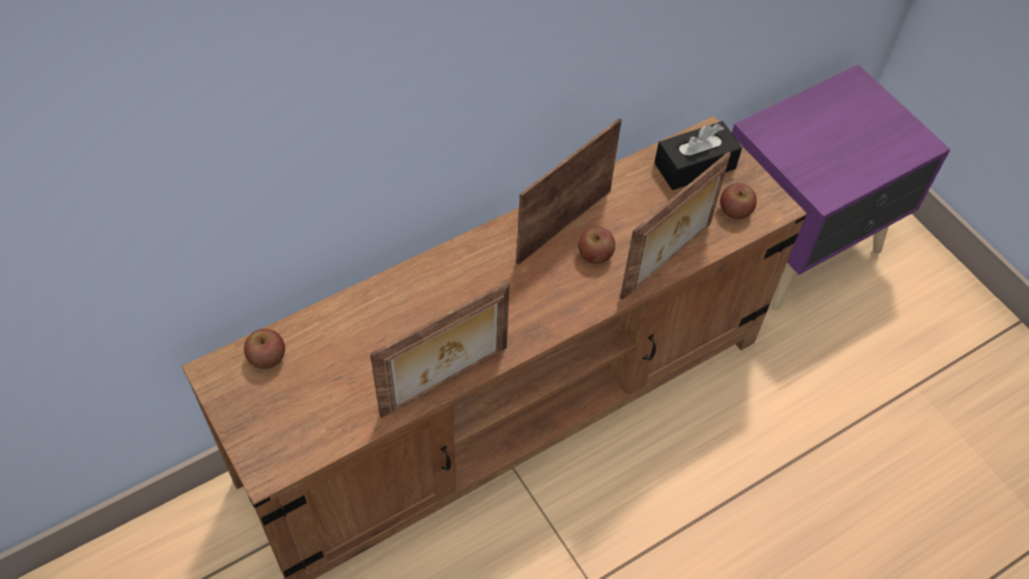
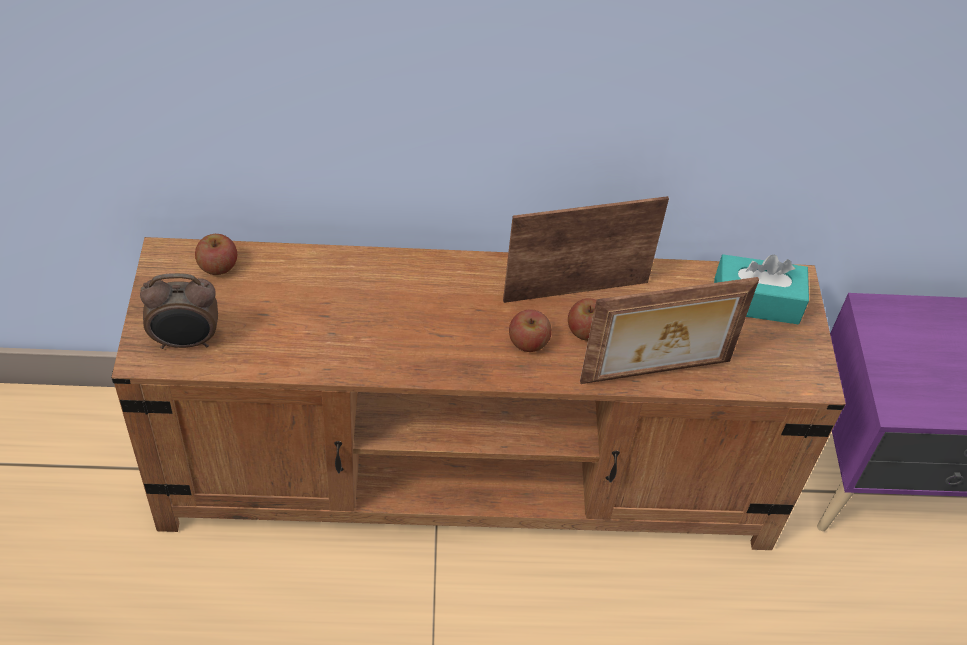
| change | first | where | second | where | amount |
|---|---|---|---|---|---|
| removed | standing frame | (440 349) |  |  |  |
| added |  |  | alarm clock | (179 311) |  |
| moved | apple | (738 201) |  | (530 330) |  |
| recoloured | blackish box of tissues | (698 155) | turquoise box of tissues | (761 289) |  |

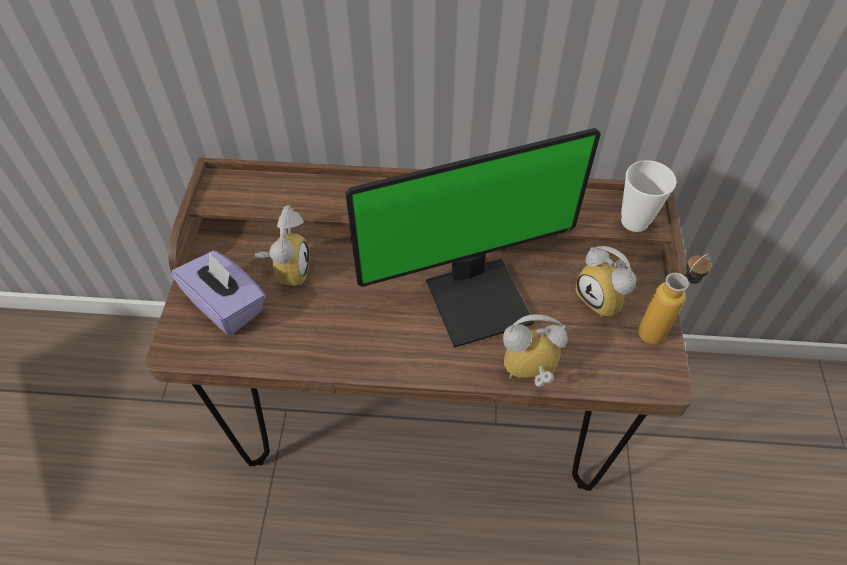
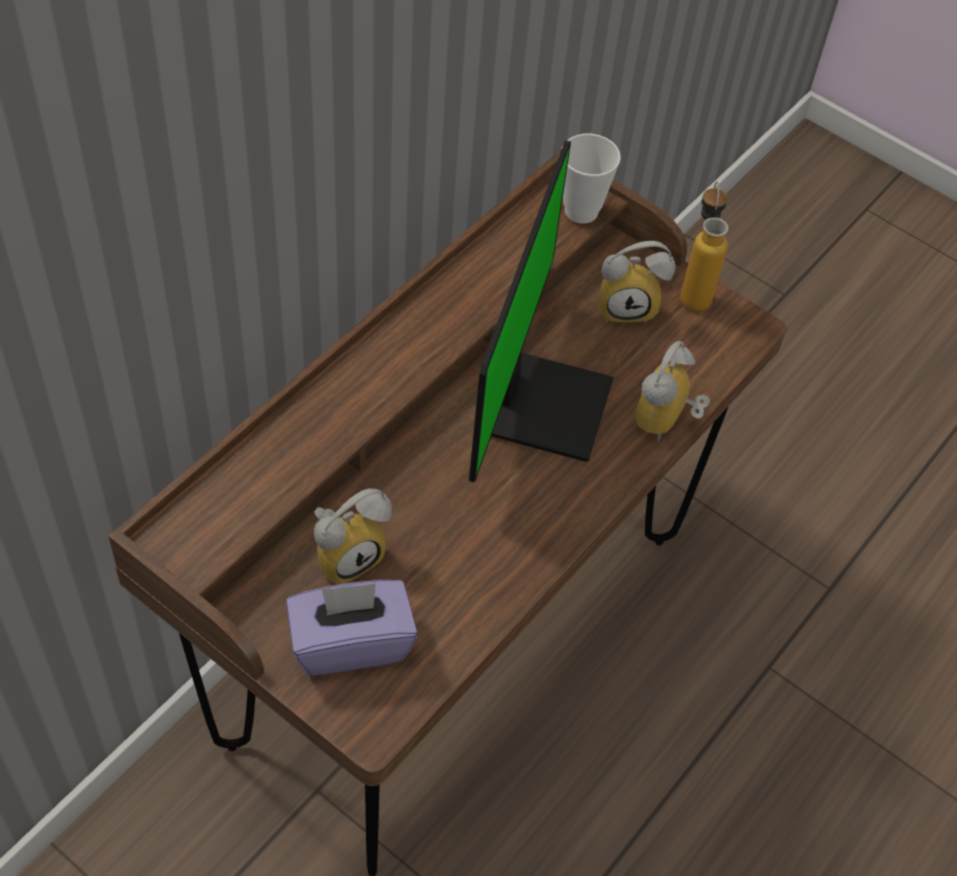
| change | first | where | second | where | amount |
|---|---|---|---|---|---|
| turned | alarm clock | (282 245) |  | (353 536) | 105 degrees clockwise |

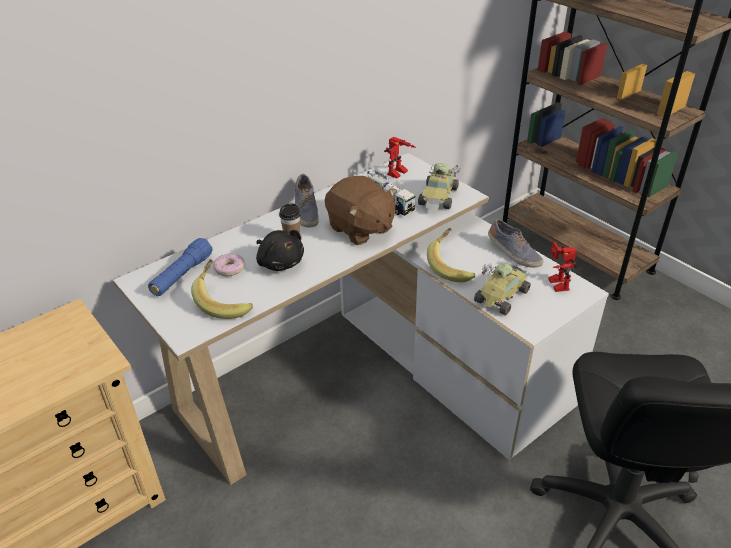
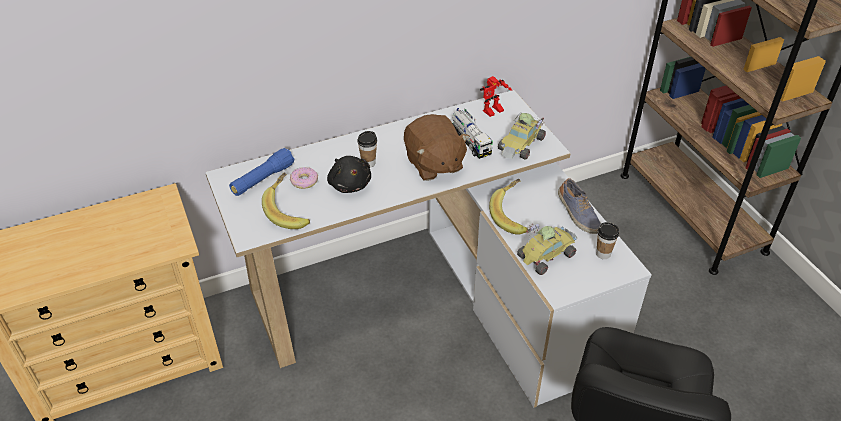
| change | first | where | second | where | amount |
|---|---|---|---|---|---|
| removed | low shoe | (306 201) |  |  |  |
| replaced | toy robot | (562 267) | drinking cup | (607 240) |  |

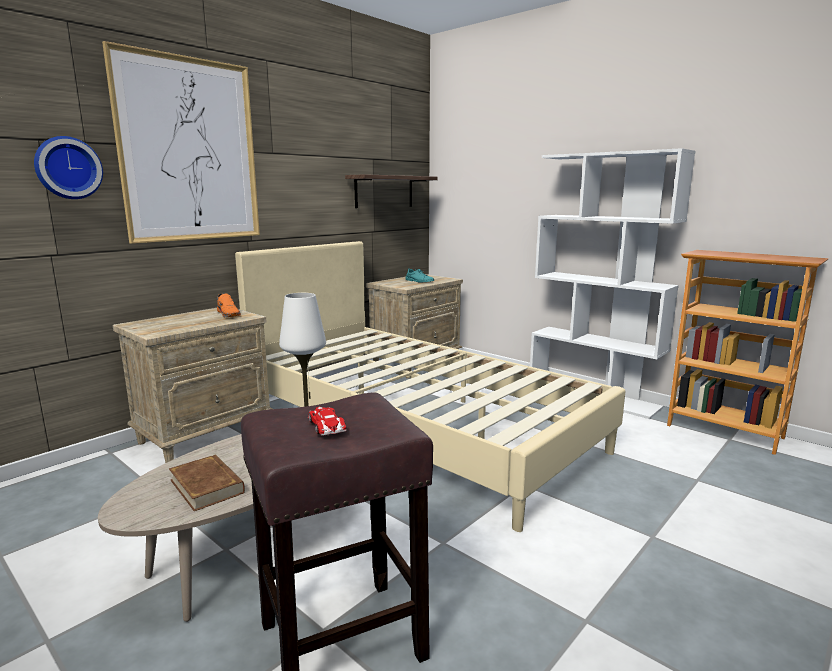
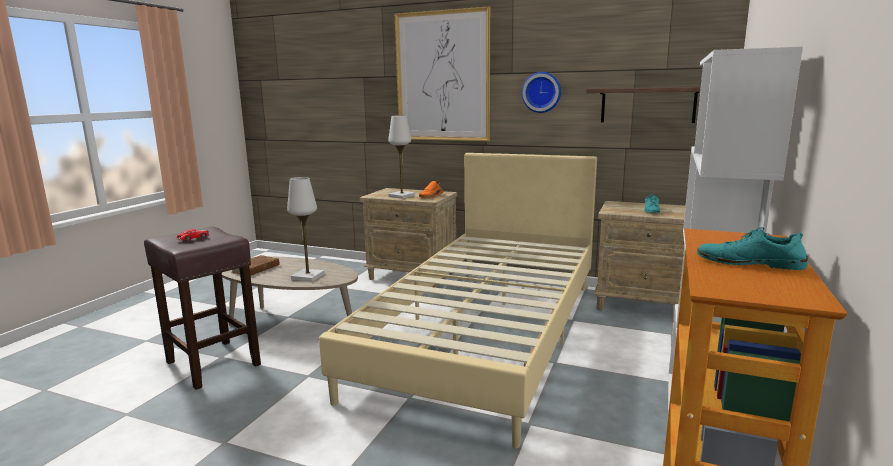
| change | first | where | second | where | amount |
|---|---|---|---|---|---|
| added |  |  | white-coloured tabletop lamp | (401 157) |  |
| added |  |  | turquoise low shoe | (752 248) |  |
| moved | clock on the wall | (68 167) |  | (541 92) |  |

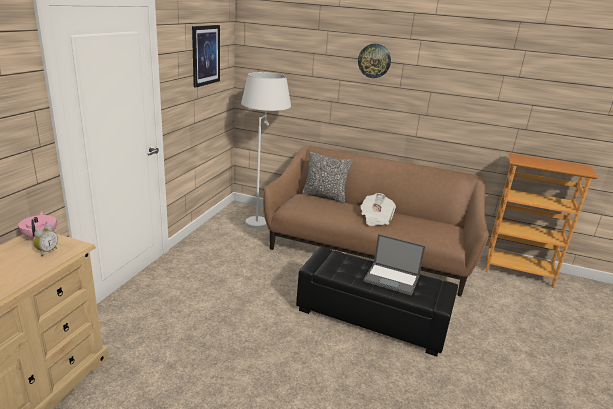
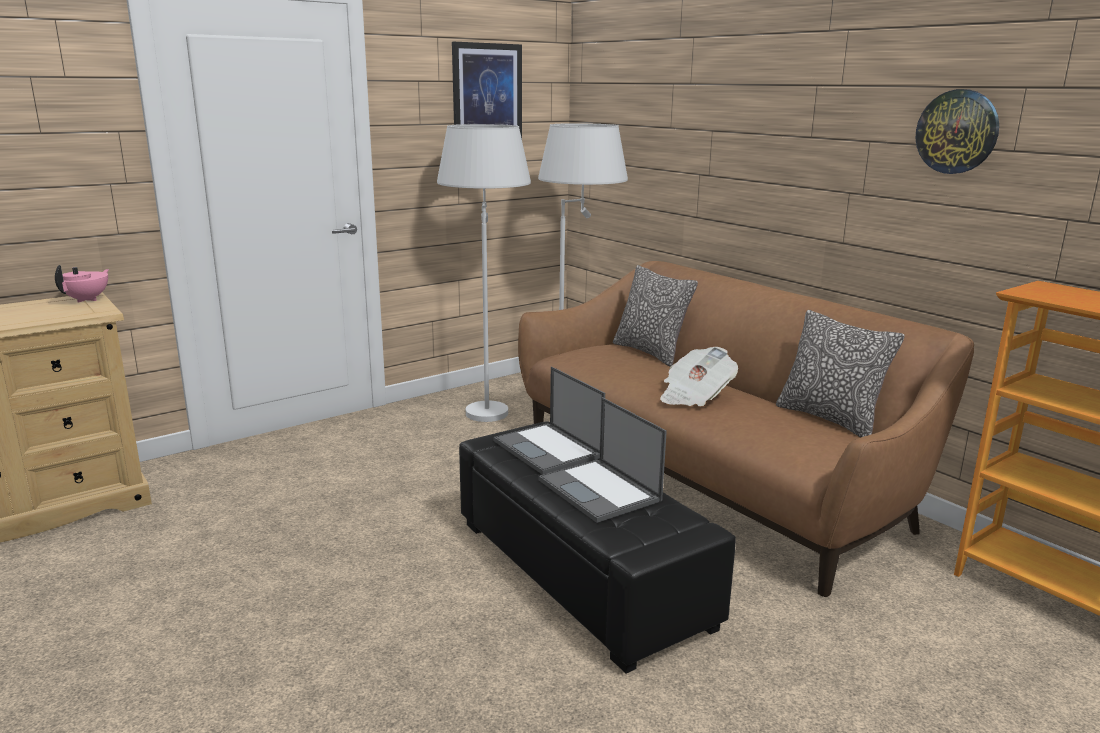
| change | first | where | second | where | amount |
|---|---|---|---|---|---|
| removed | alarm clock | (45 240) |  |  |  |
| added |  |  | white-coloured standing lamp | (484 273) |  |
| added |  |  | portable computer | (549 421) |  |
| added |  |  | throw pillow | (840 373) |  |
| moved | clock on the wall | (374 61) |  | (957 131) |  |

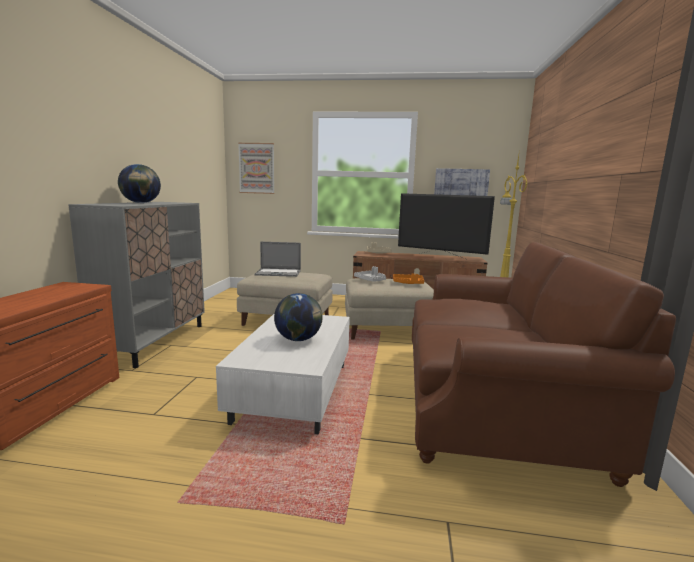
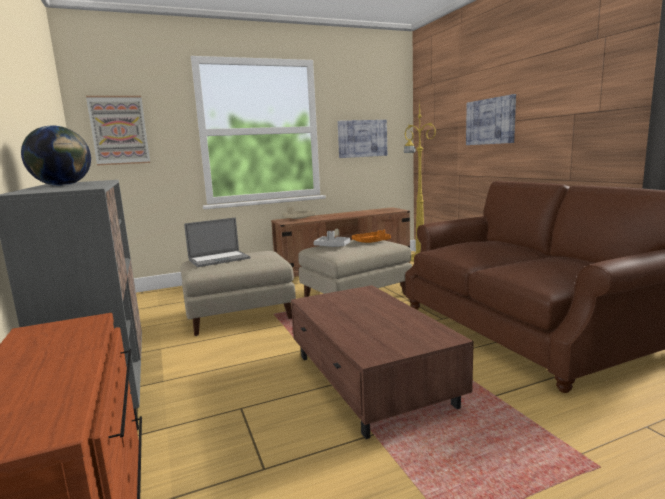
| change | first | where | second | where | amount |
|---|---|---|---|---|---|
| removed | world globe | (298 317) |  |  |  |
| removed | television | (446 226) |  |  |  |
| added |  |  | wall picture | (491 119) |  |
| recoloured | white-coloured lounge table | (283 374) | brown-coloured lounge table | (382 362) |  |

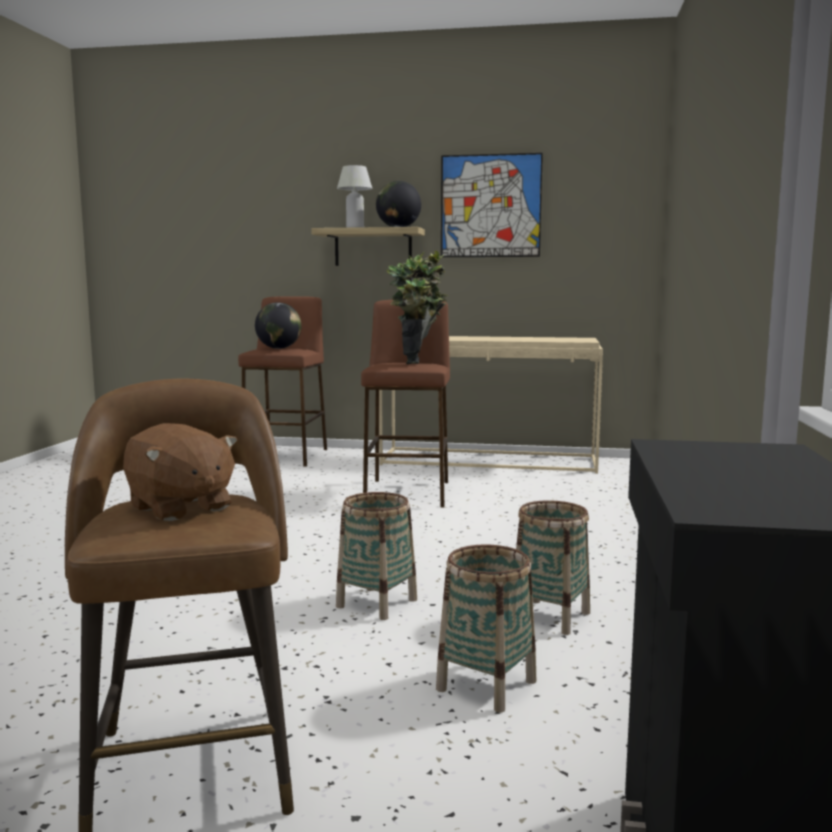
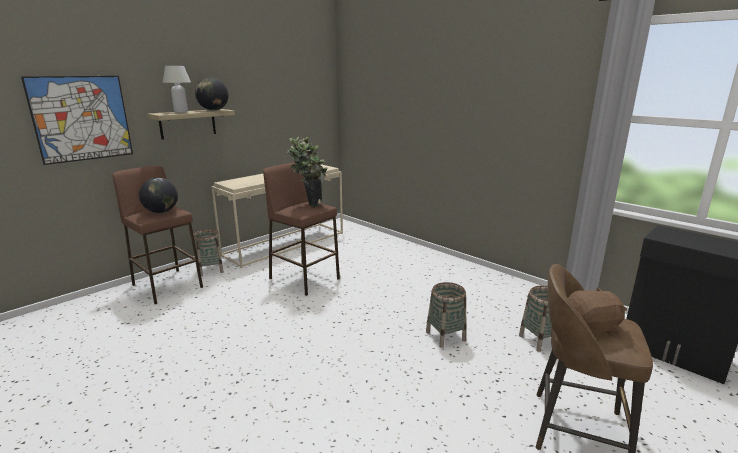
| change | first | where | second | where | amount |
|---|---|---|---|---|---|
| moved | wall picture | (492 205) |  | (77 120) |  |
| moved | storage basket | (553 567) |  | (208 252) |  |

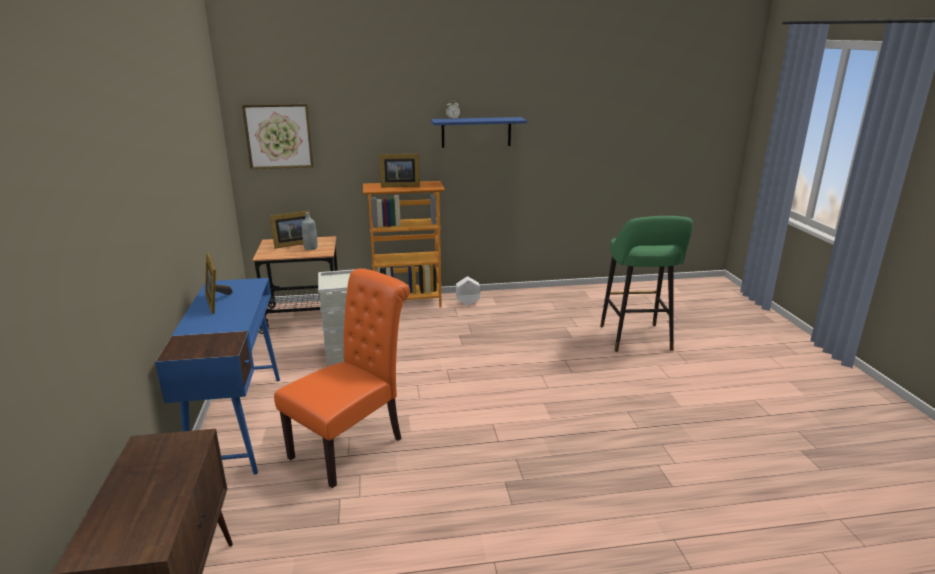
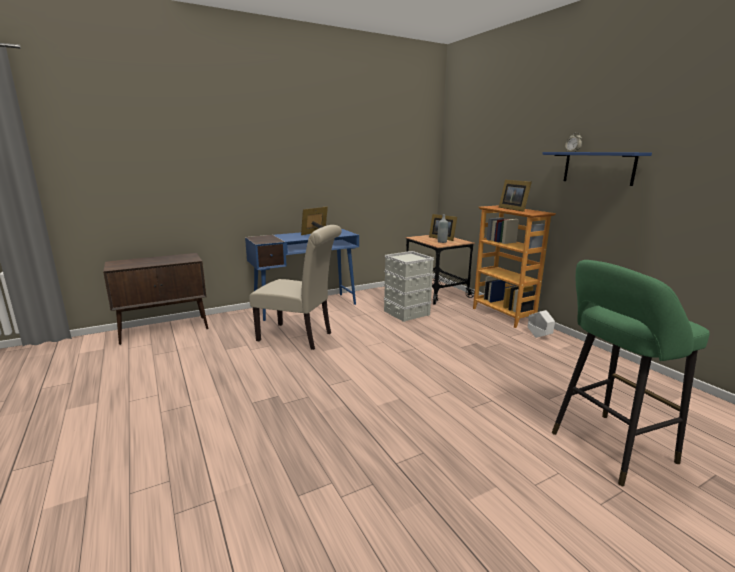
| change | first | where | second | where | amount |
|---|---|---|---|---|---|
| removed | wall picture | (278 136) |  |  |  |
| recoloured | orangey plain chair | (342 378) | beige-coloured plain chair | (295 287) |  |

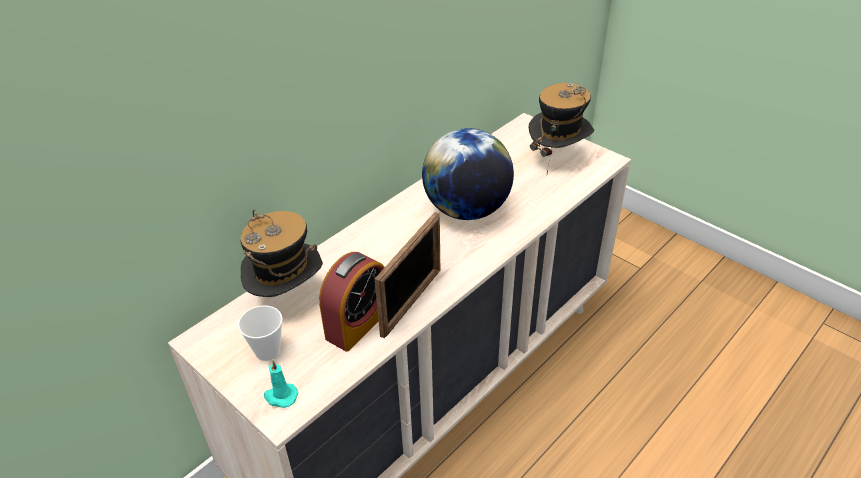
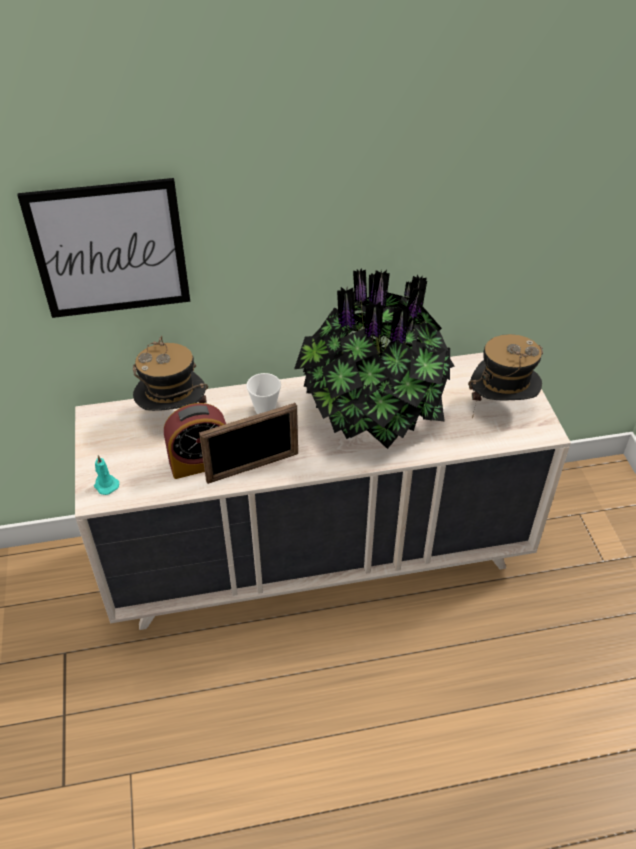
| change | first | where | second | where | amount |
|---|---|---|---|---|---|
| added |  |  | wall picture | (104 248) |  |
| moved | drinking cup | (260 333) |  | (263 393) |  |
| replaced | world globe | (468 174) | houseplant | (374 358) |  |

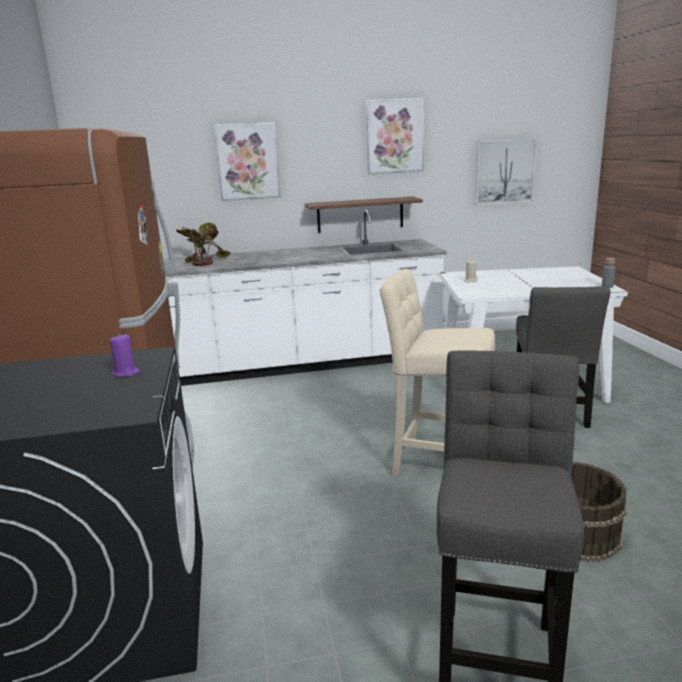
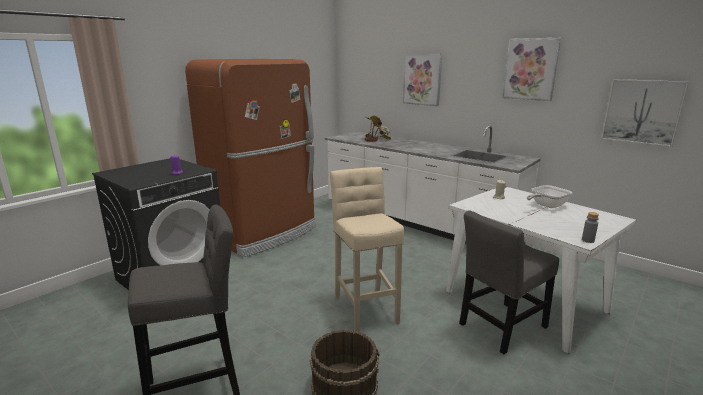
| change | first | where | second | where | amount |
|---|---|---|---|---|---|
| removed | brown-coloured bracket shelf | (364 215) |  |  |  |
| added |  |  | pan | (549 196) |  |

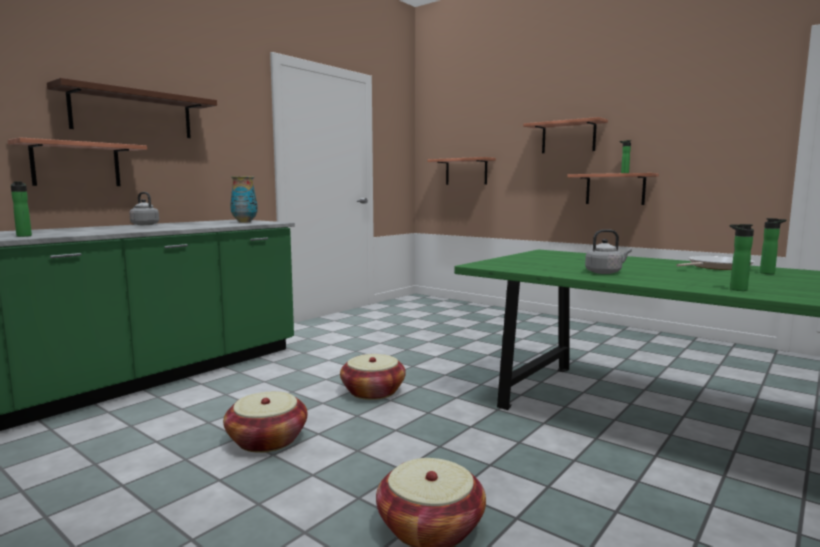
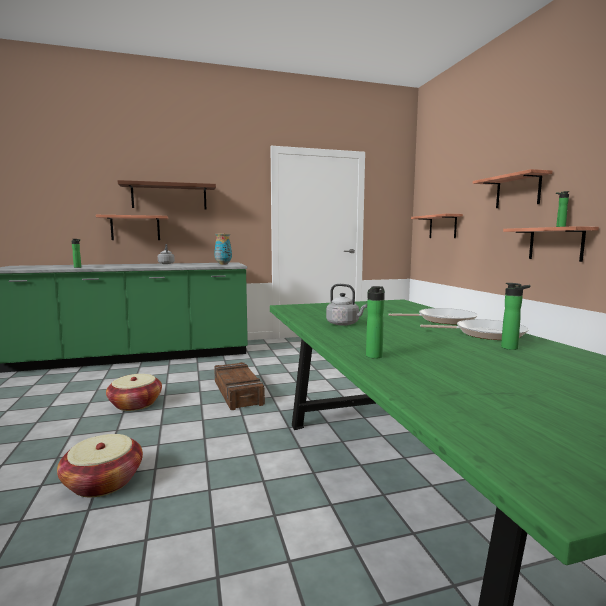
| change | first | where | second | where | amount |
|---|---|---|---|---|---|
| added |  |  | pan | (433 316) |  |
| replaced | storage basket | (373 377) | shipping crate | (239 386) |  |

